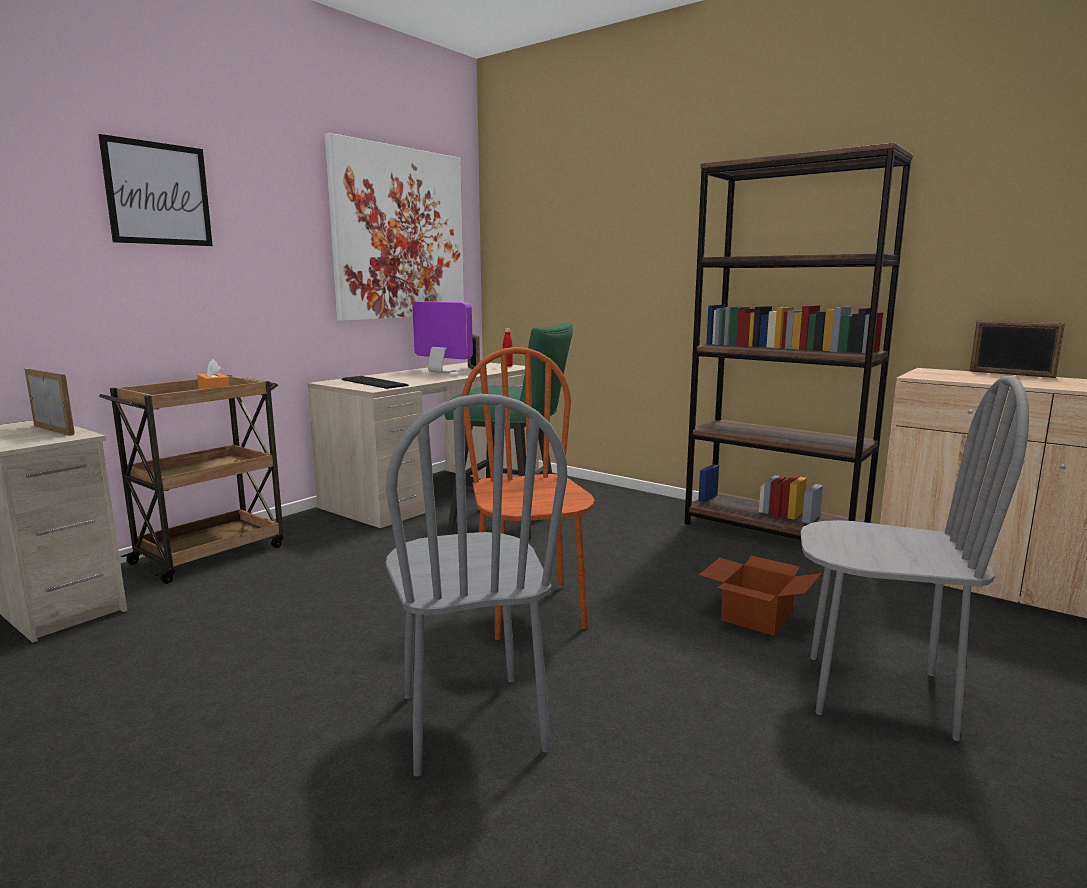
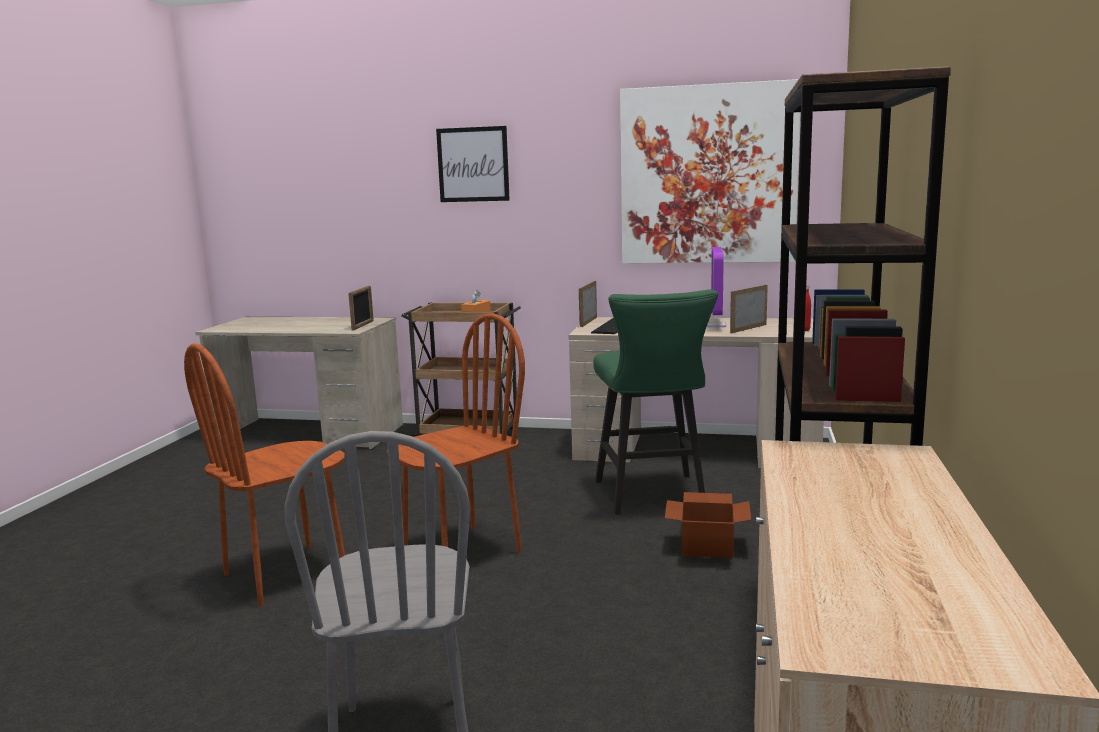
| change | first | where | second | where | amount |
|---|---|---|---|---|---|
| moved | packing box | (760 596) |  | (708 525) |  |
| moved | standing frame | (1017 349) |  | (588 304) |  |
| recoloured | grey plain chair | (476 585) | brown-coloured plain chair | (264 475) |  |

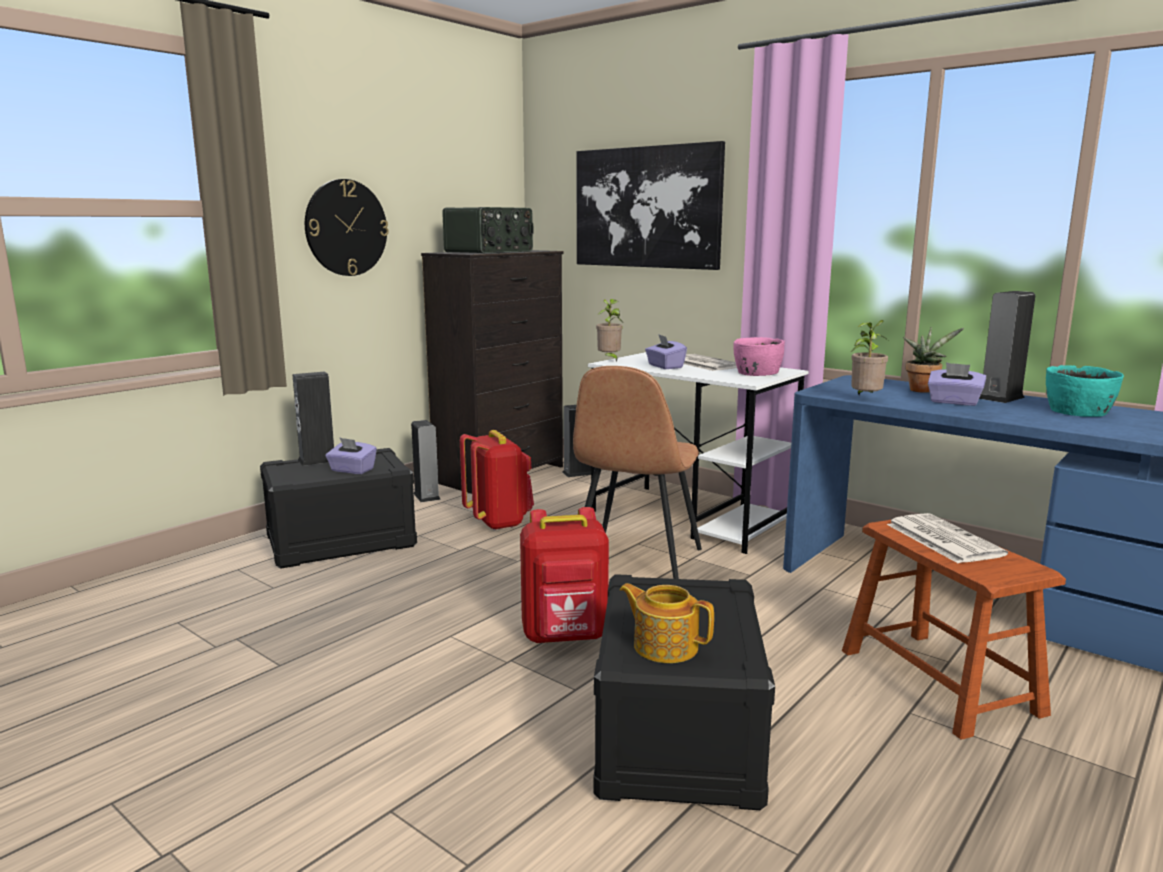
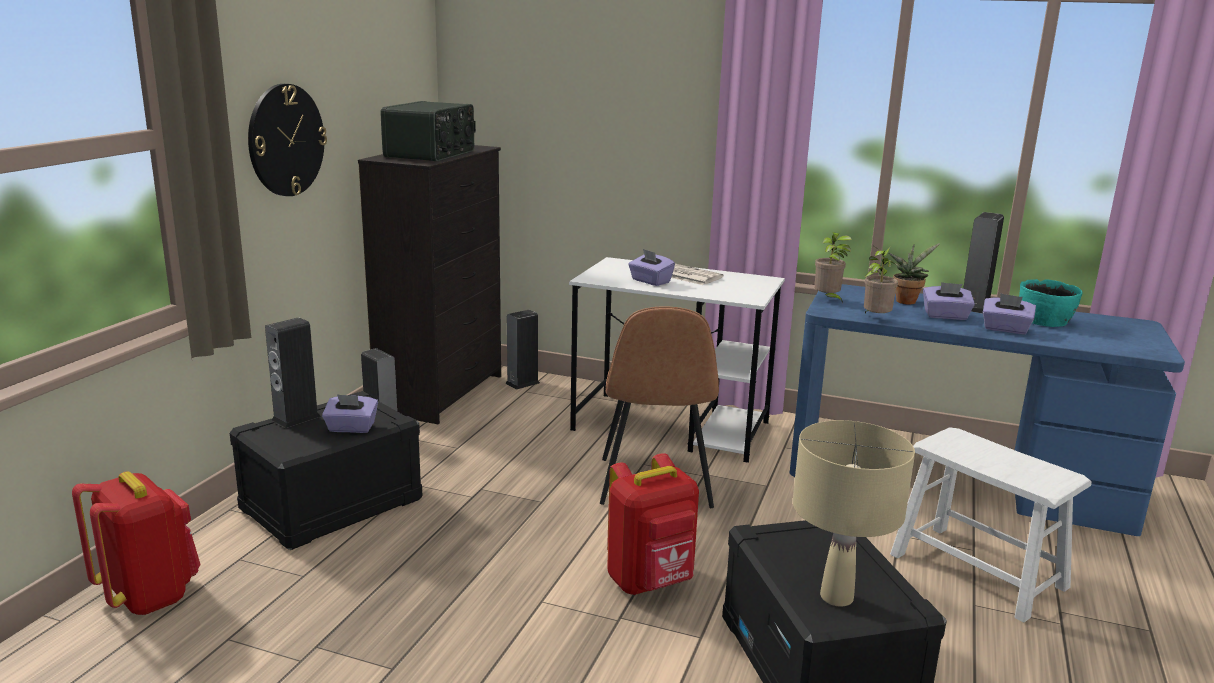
| change | first | where | second | where | amount |
|---|---|---|---|---|---|
| removed | wall picture | (651 205) |  |  |  |
| removed | pinkish bowl | (759 356) |  |  |  |
| removed | newspaper | (947 538) |  |  |  |
| added |  |  | purplish box of tissues | (1009 314) |  |
| moved | red knapsack | (497 480) |  | (136 543) |  |
| moved | houseplant | (609 330) |  | (833 267) |  |
| replaced | teapot | (666 623) | beige-coloured tabletop lamp | (854 513) |  |
| recoloured | brown-coloured stool seat | (954 630) | white-coloured stool seat | (991 524) |  |

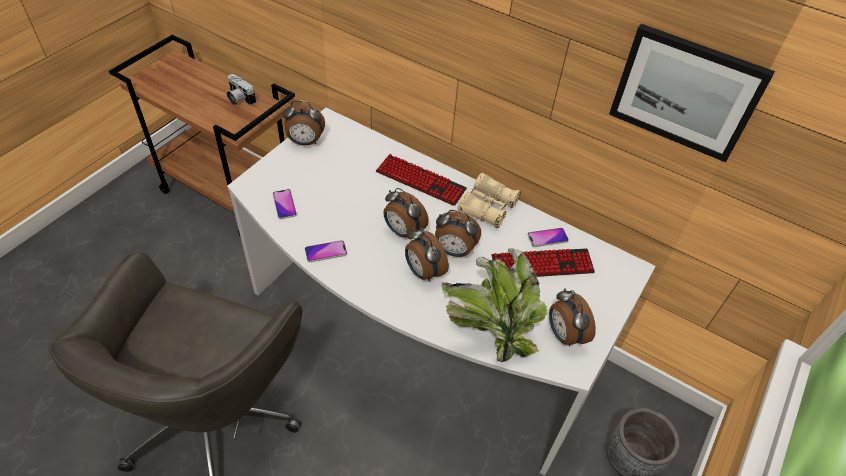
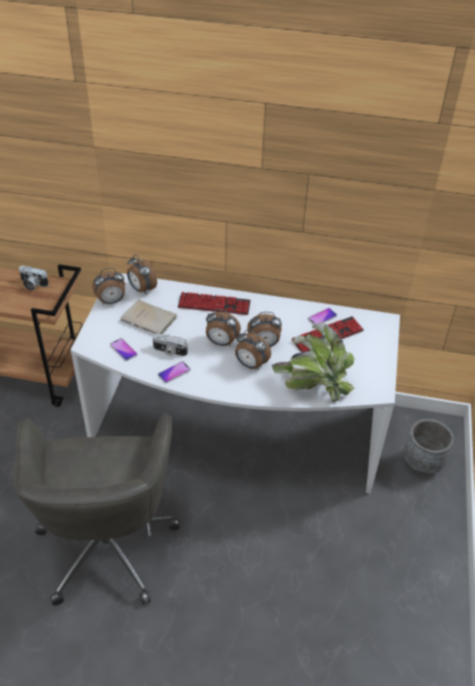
| change | first | where | second | where | amount |
|---|---|---|---|---|---|
| removed | beige-coloured pair of binoculars | (489 200) |  |  |  |
| removed | wall picture | (692 93) |  |  |  |
| added |  |  | beige-coloured bound book | (149 317) |  |
| added |  |  | still camera | (170 344) |  |
| moved | alarm clock | (572 317) |  | (142 274) |  |

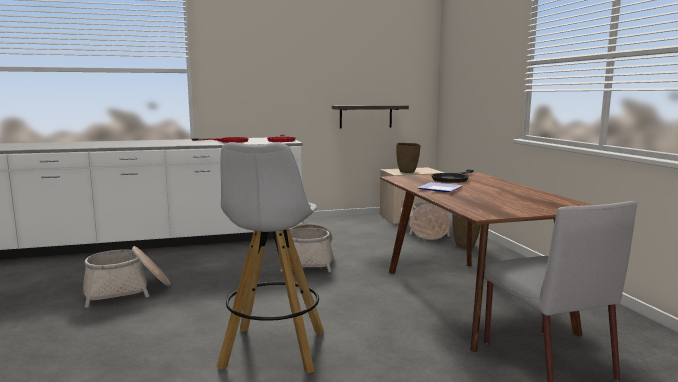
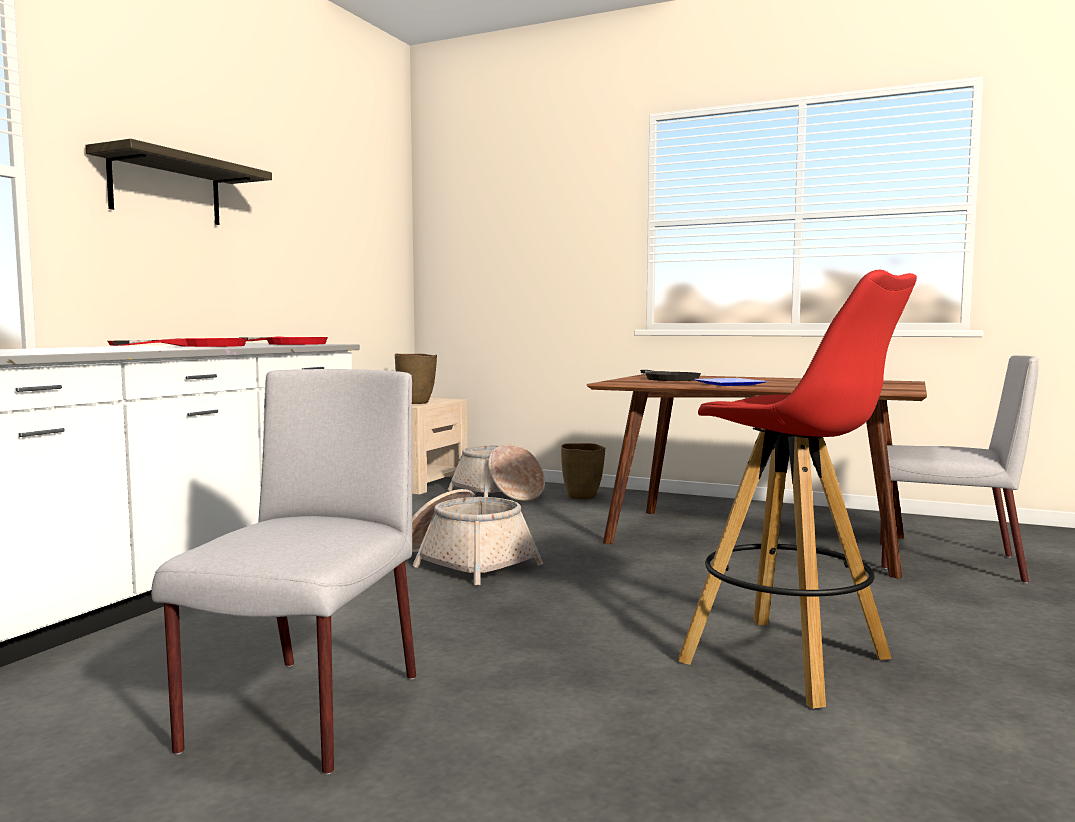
| change | first | where | second | where | amount |
|---|---|---|---|---|---|
| moved | bracket shelf | (370 116) |  | (178 182) |  |
| replaced | storage basket | (126 277) | grey plain chair | (283 572) |  |
| recoloured | white-coloured stool seat | (270 257) | red stool seat | (798 489) |  |

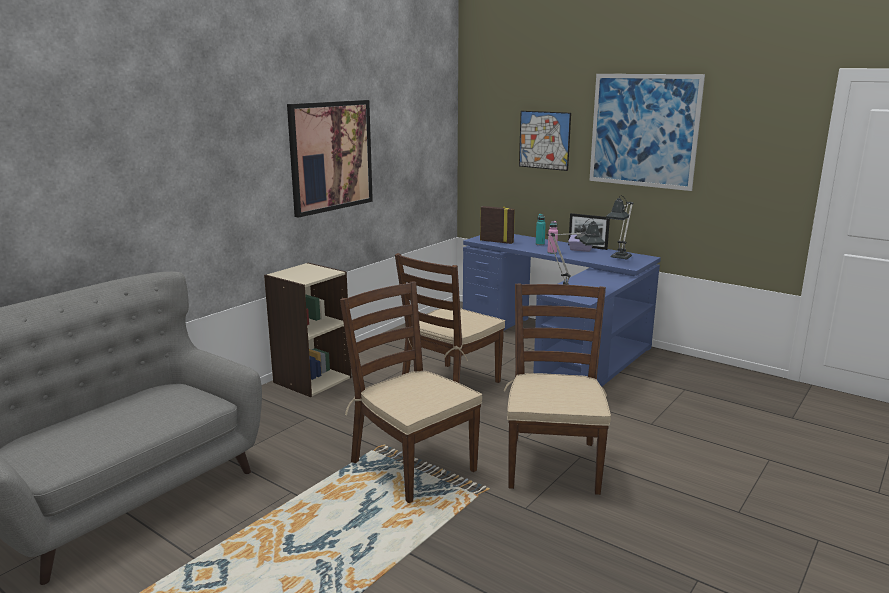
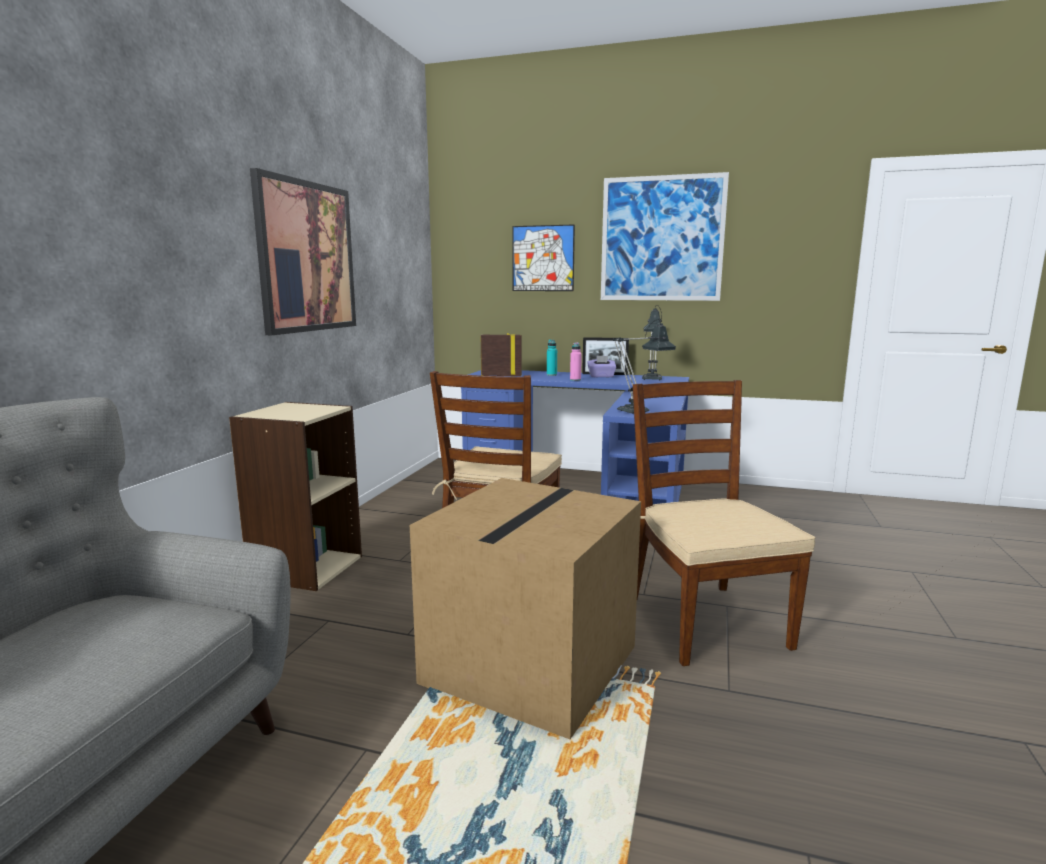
| change | first | where | second | where | amount |
|---|---|---|---|---|---|
| replaced | brown-coloured plain chair | (411 392) | packing box | (525 608) |  |

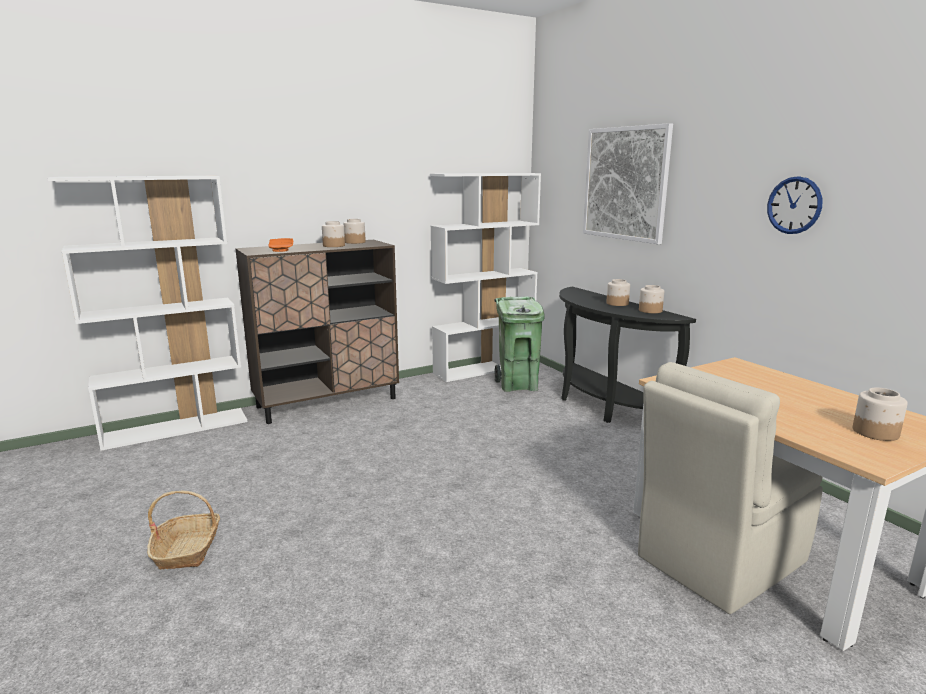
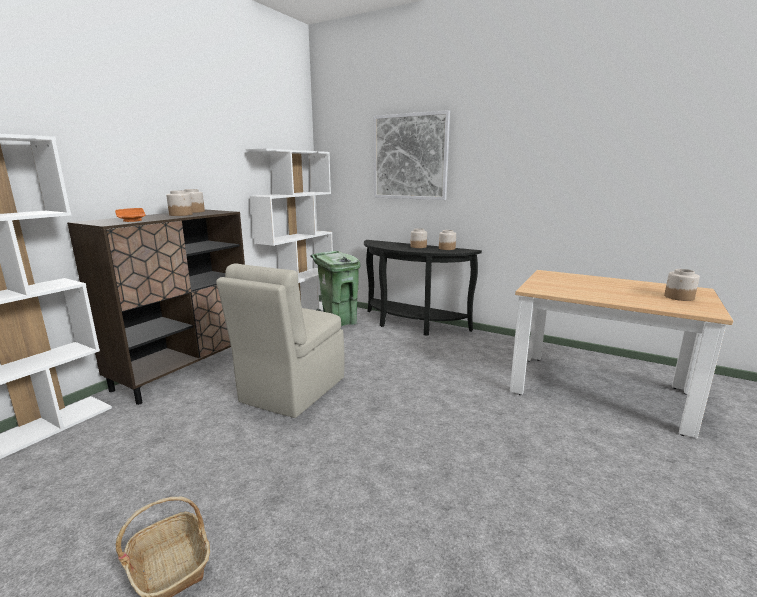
| change | first | where | second | where | amount |
|---|---|---|---|---|---|
| removed | clock on the wall | (794 205) |  |  |  |
| moved | beige-coloured plain chair | (730 488) |  | (280 340) |  |

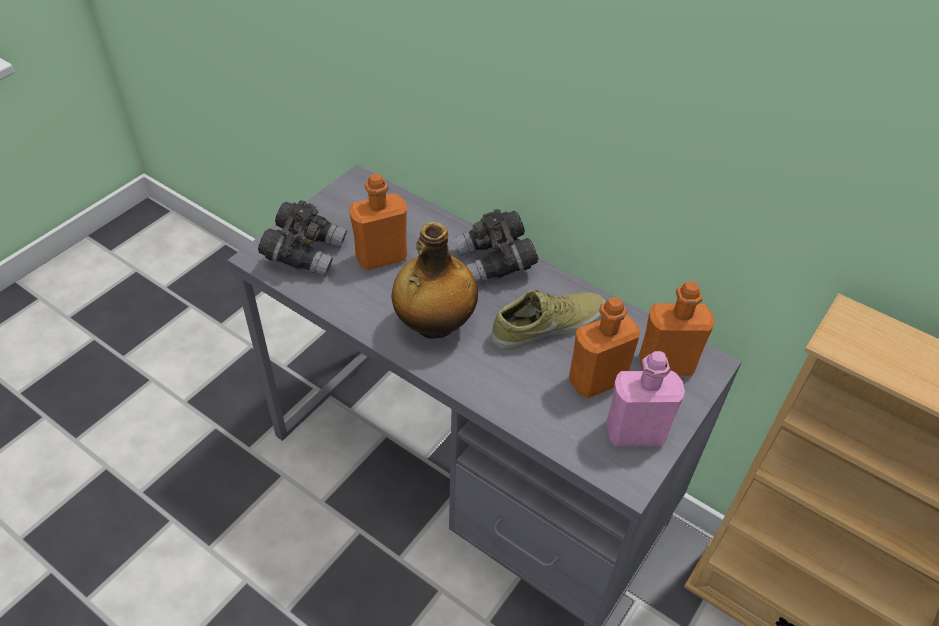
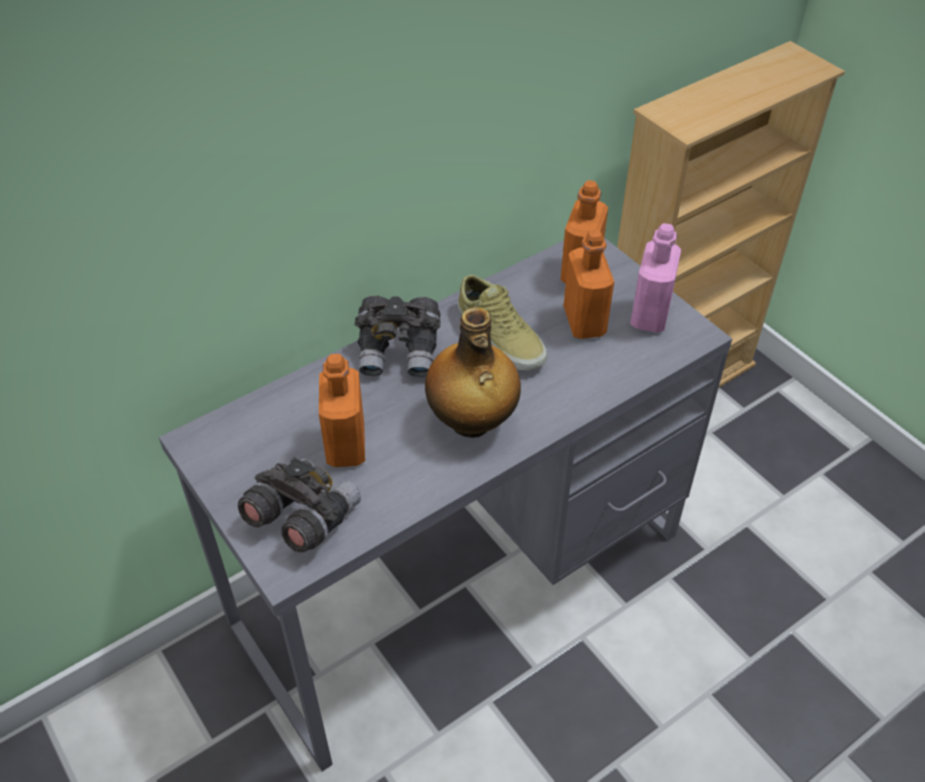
| change | first | where | second | where | amount |
|---|---|---|---|---|---|
| turned | beige-coloured low shoe | (548 320) |  | (502 323) | 150 degrees clockwise |

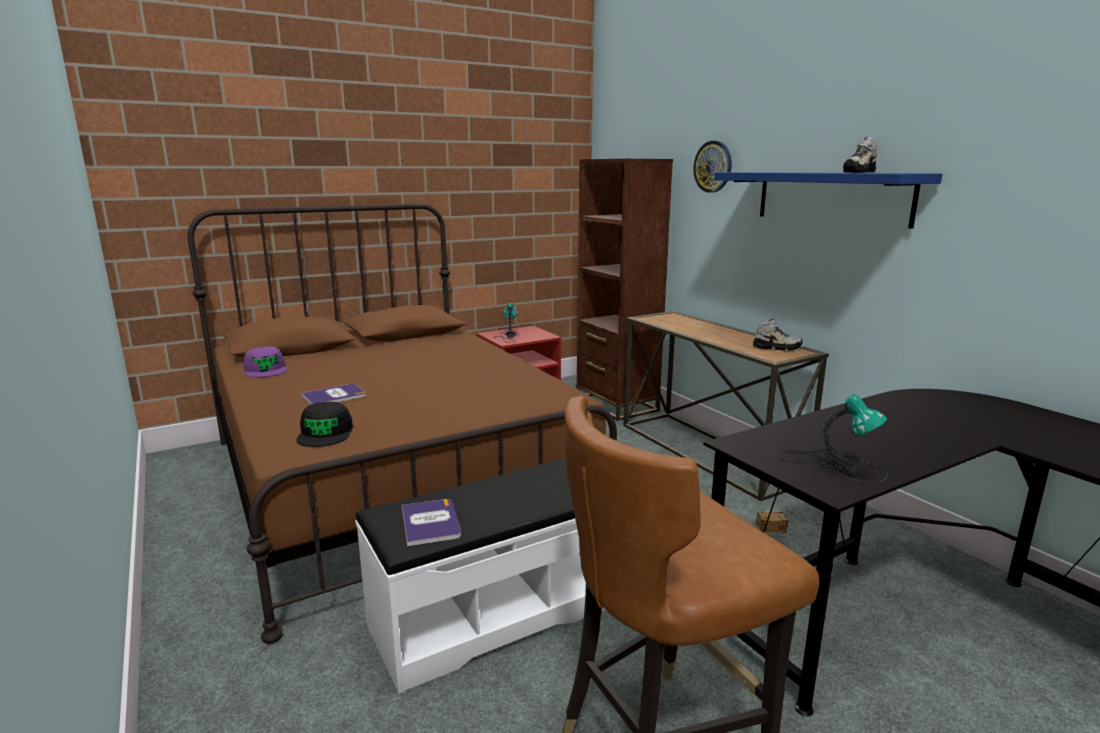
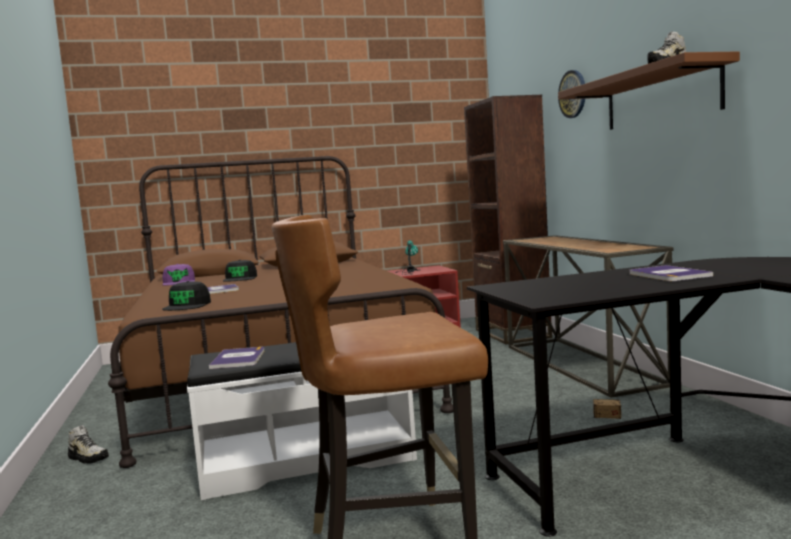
| change | first | where | second | where | amount |
|---|---|---|---|---|---|
| removed | tabletop lamp | (831 439) |  |  |  |
| added |  |  | blackish peaked cap | (240 271) |  |
| added |  |  | bound book | (671 273) |  |
| moved | low shoe | (778 335) |  | (88 444) |  |
| recoloured | bluish bracket shelf | (828 200) | brown-coloured bracket shelf | (649 90) |  |

